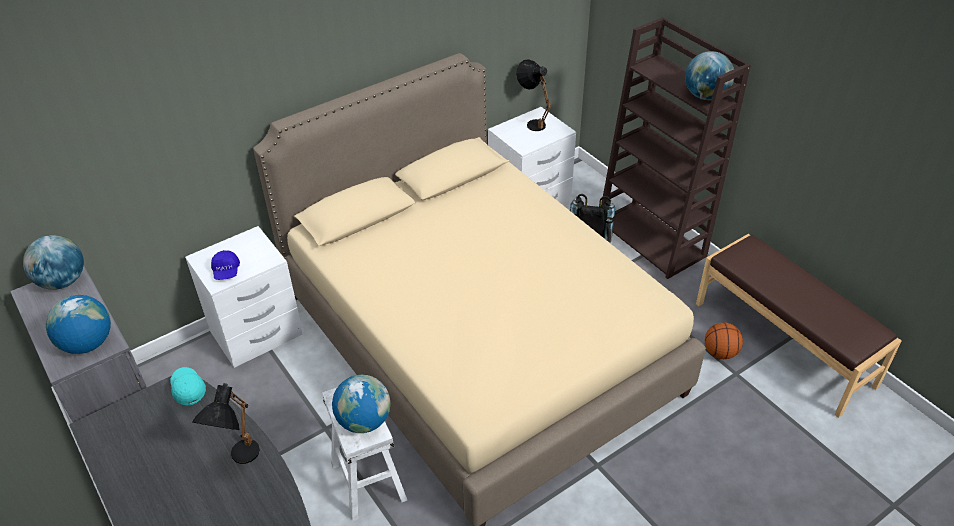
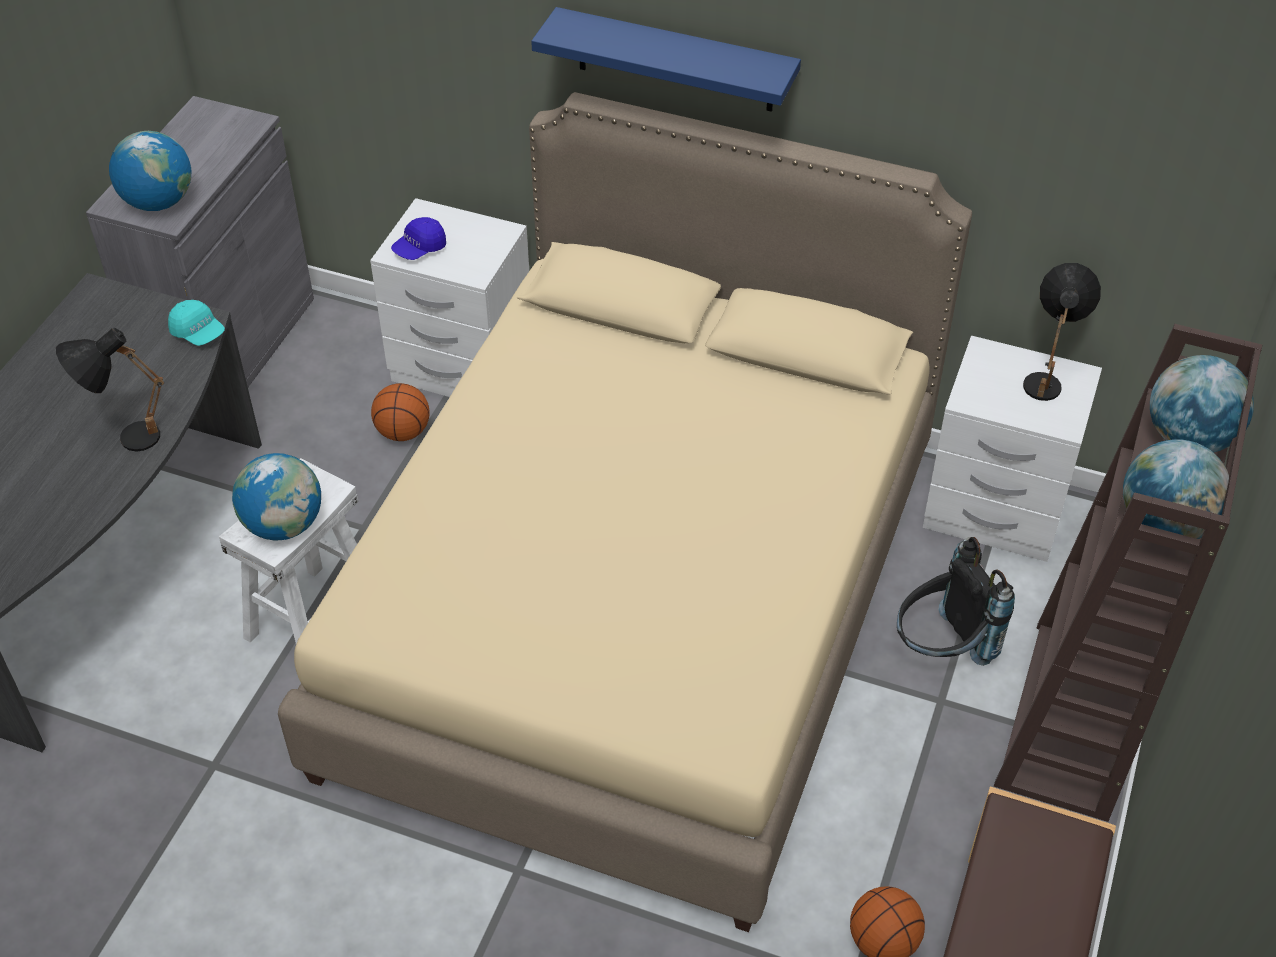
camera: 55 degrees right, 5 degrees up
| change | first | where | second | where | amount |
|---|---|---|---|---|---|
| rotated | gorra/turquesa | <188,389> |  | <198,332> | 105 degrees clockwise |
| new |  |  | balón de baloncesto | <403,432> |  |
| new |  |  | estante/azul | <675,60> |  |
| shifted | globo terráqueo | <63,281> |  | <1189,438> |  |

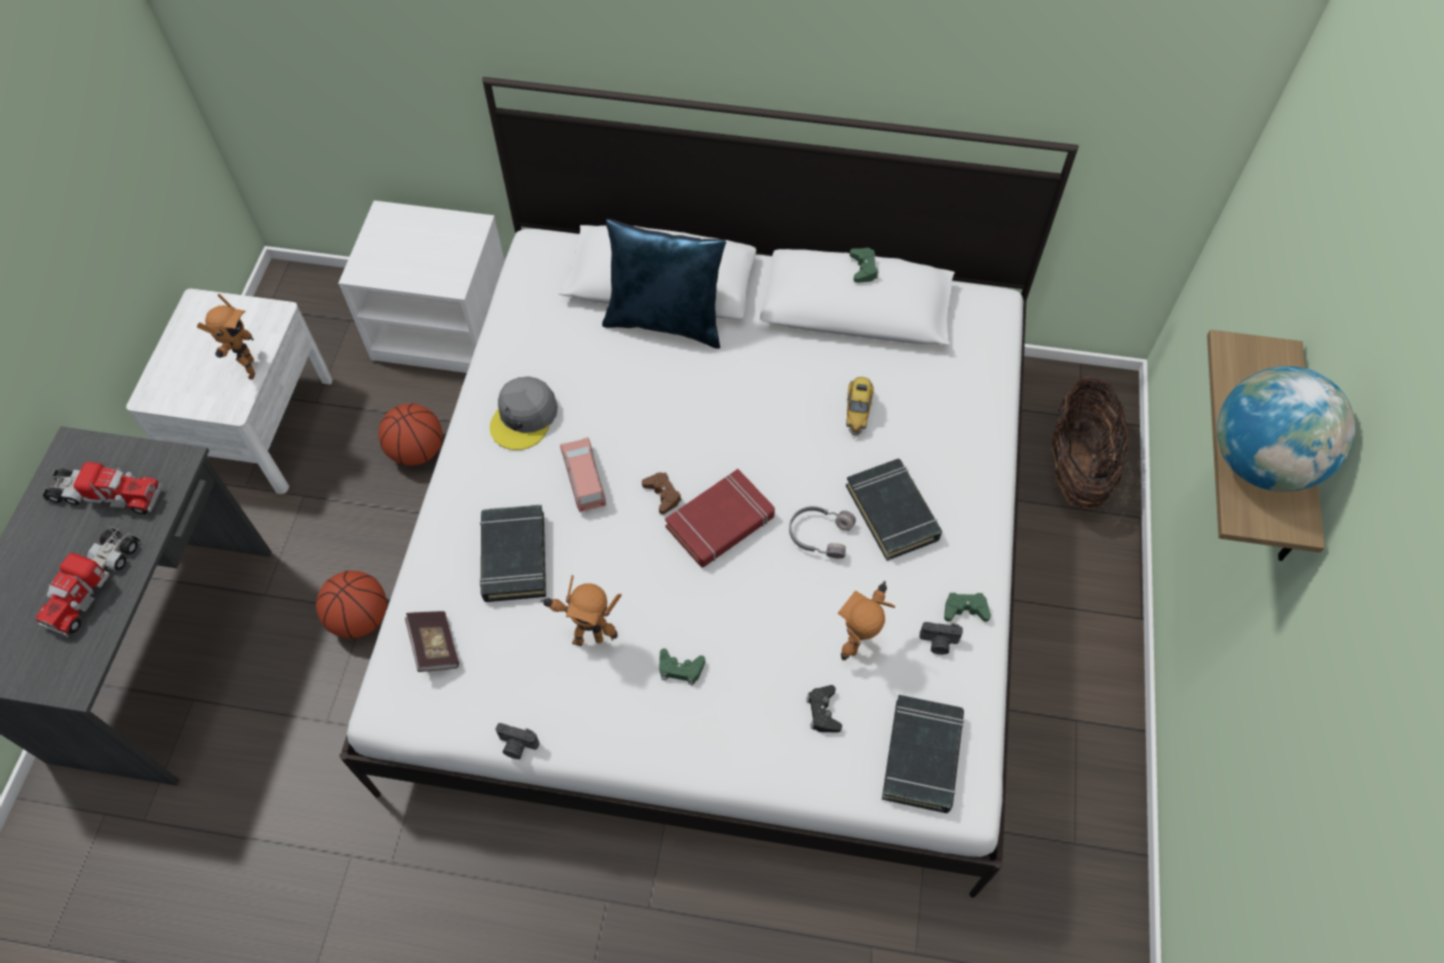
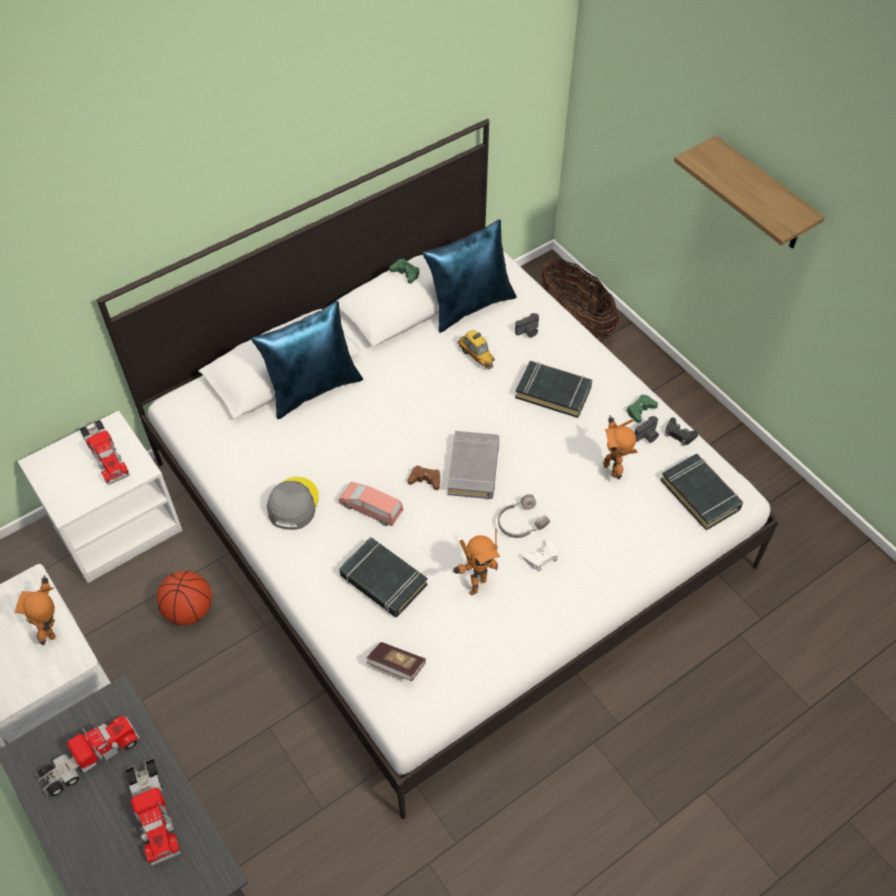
camera: 45 degrees left, 5 degrees down
| change | first | where | second | where | amount |
|---|---|---|---|---|---|
| rotated | robot de juguete | <247,369> |  | <56,629> | 135 degrees counterclockwise |
| new |  |  | camión de juguete | <105,455> |  |
| rotated | gorra/gris | <524,417> |  | <293,504> | 150 degrees counterclockwise |
| new |  |  | cojín/azul | <470,305> |  |
| repainted | libro/rojo | <720,522> | libro/gris | <474,468> |  |
| shifted | auriculares/gris | <819,534> |  | <520,522> |  |
| shifted | cámara | <517,746> |  | <528,332> |  |
| repainted | mando de consola/verde | <680,669> | mando de consola/blanco | <541,557> |  |
| shifted | mando de consola/negro | <823,712> |  | <679,434> |  |
| gone | balón de baloncesto | <360,619> |  |  |  |
| gone | globo terráqueo | <1260,462> |  |  |  |

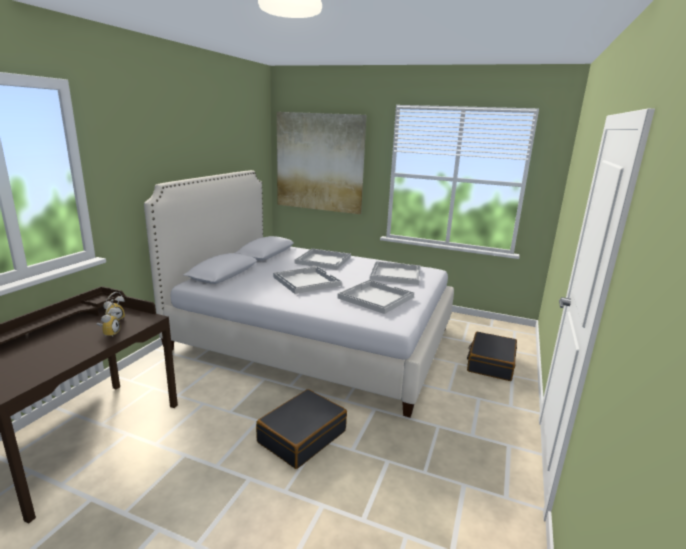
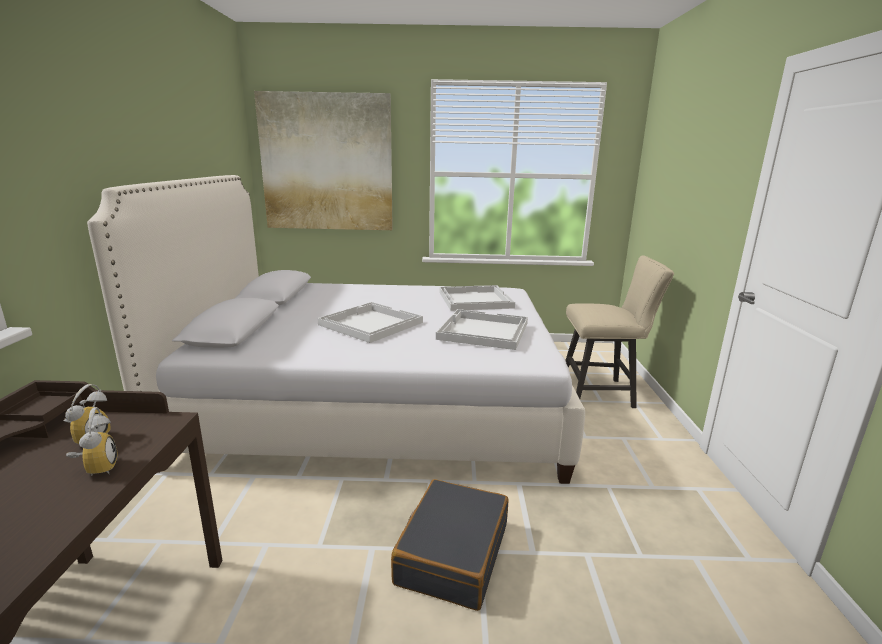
camera: 20 degrees left, 0 degrees up
| change | first | where | second | where | amount |
|---|---|---|---|---|---|
| swapped | maleta/negro | <490,363> | silla/beis | <602,393> |  |
| gone | bandeja/blanco | <324,260> |  |  |  |

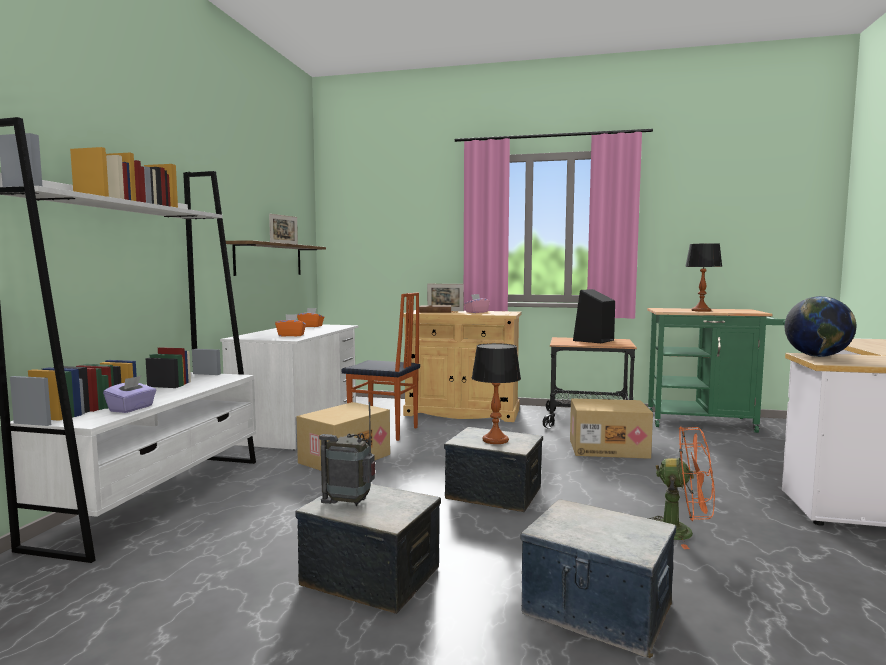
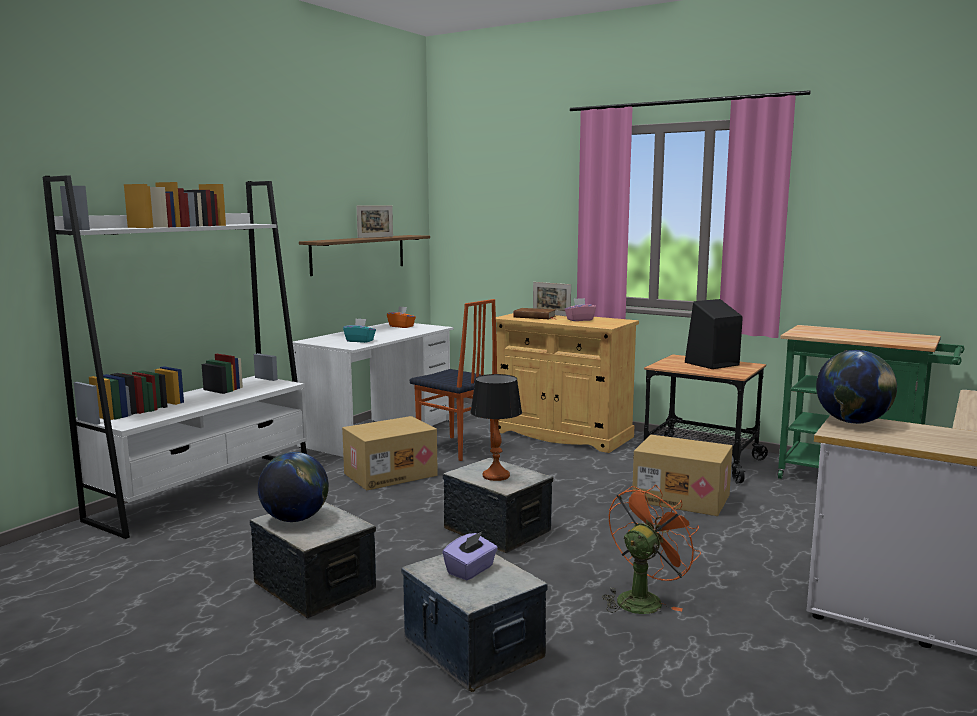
camera: 20 degrees right, 5 degrees up
| change | first | where | second | where | amount |
|---|---|---|---|---|---|
| swapped | radio | <349,503> | globo terráqueo | <295,519> |  |
| repainted | caja de pañuelos/naranja | <291,335> | caja de pañuelos/turquesa | <360,341> |  |
| shifted | caja de pañuelos/morado | <132,408> |  | <471,570> |  |
| rotated | ventilador/naranja | <681,532> |  | <643,599> | 90 degrees counterclockwise |
| gone | lámpara de mesa | <701,310> |  |  |  |

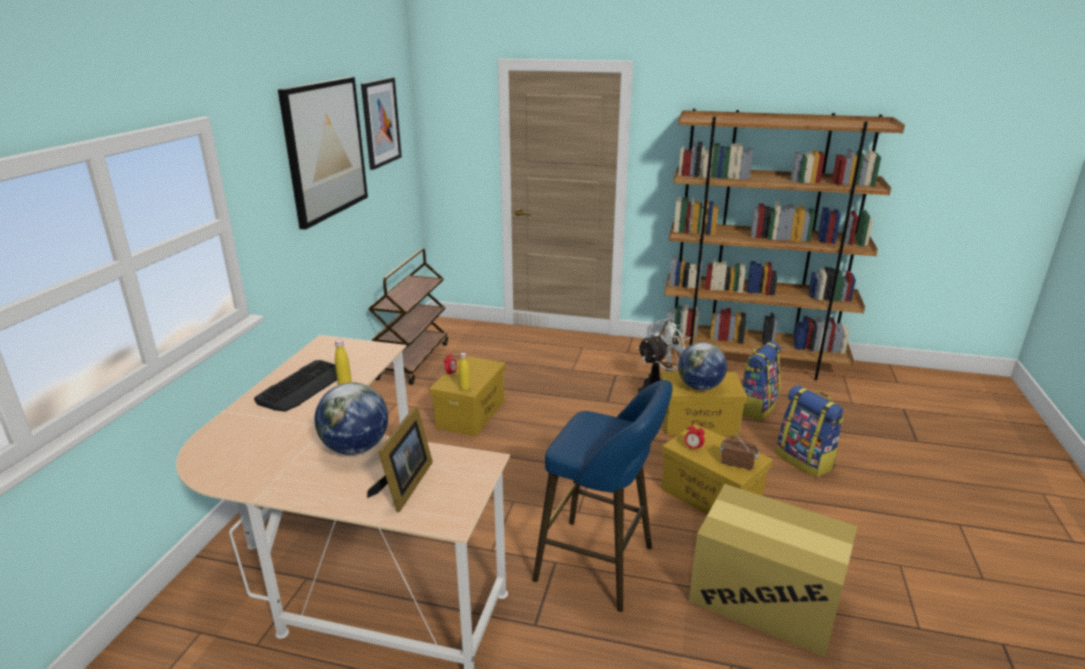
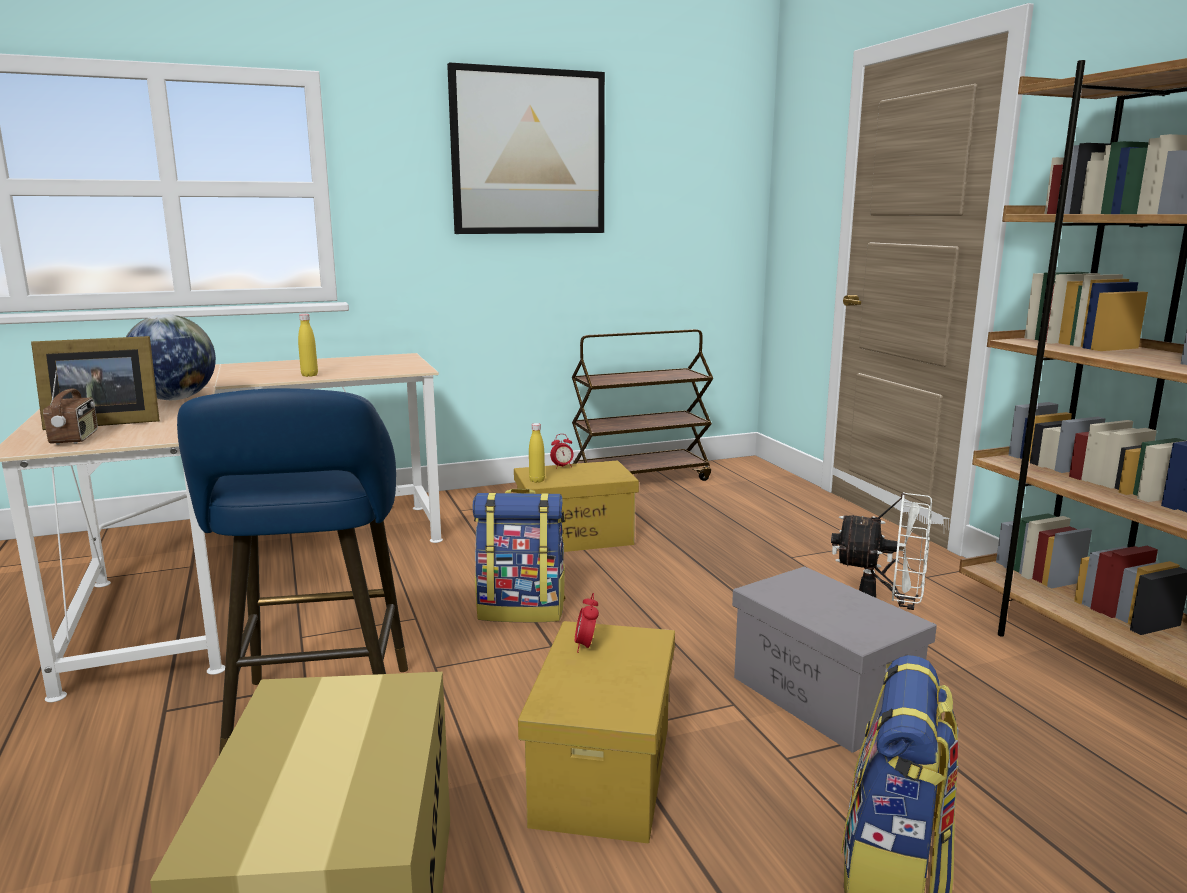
camera: 55 degrees right, 10 degrees down
| change | first | where | second | where | amount |
|---|---|---|---|---|---|
| shifted | radio | <737,463> |  | <75,438> |  |
| shifted | mochila | <755,407> |  | <522,610> |  |
| repainted | caja de almacenaje/amarillo | <699,423> | caja de almacenaje/gris | <824,697> |  |
| gone | teclado | <303,386> |  |  |  |
| gone | cuadro | <380,122> |  |  |  |
| gone | globo terráqueo | <699,387> |  |  |  |

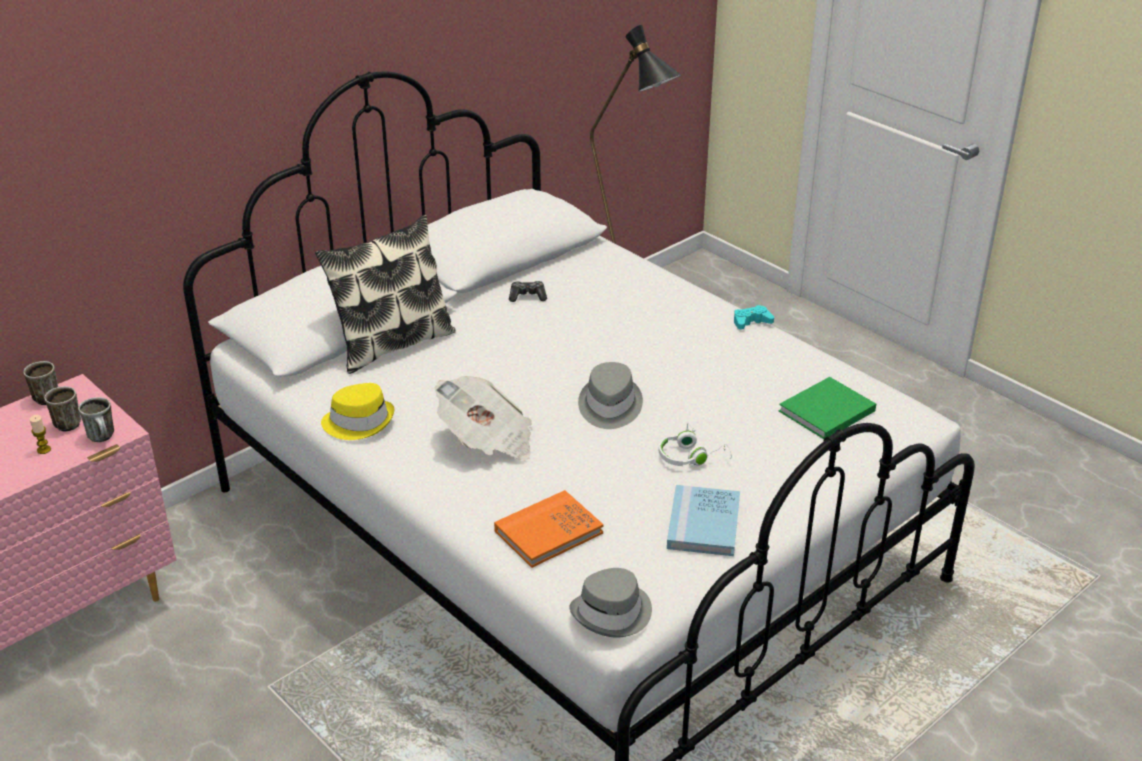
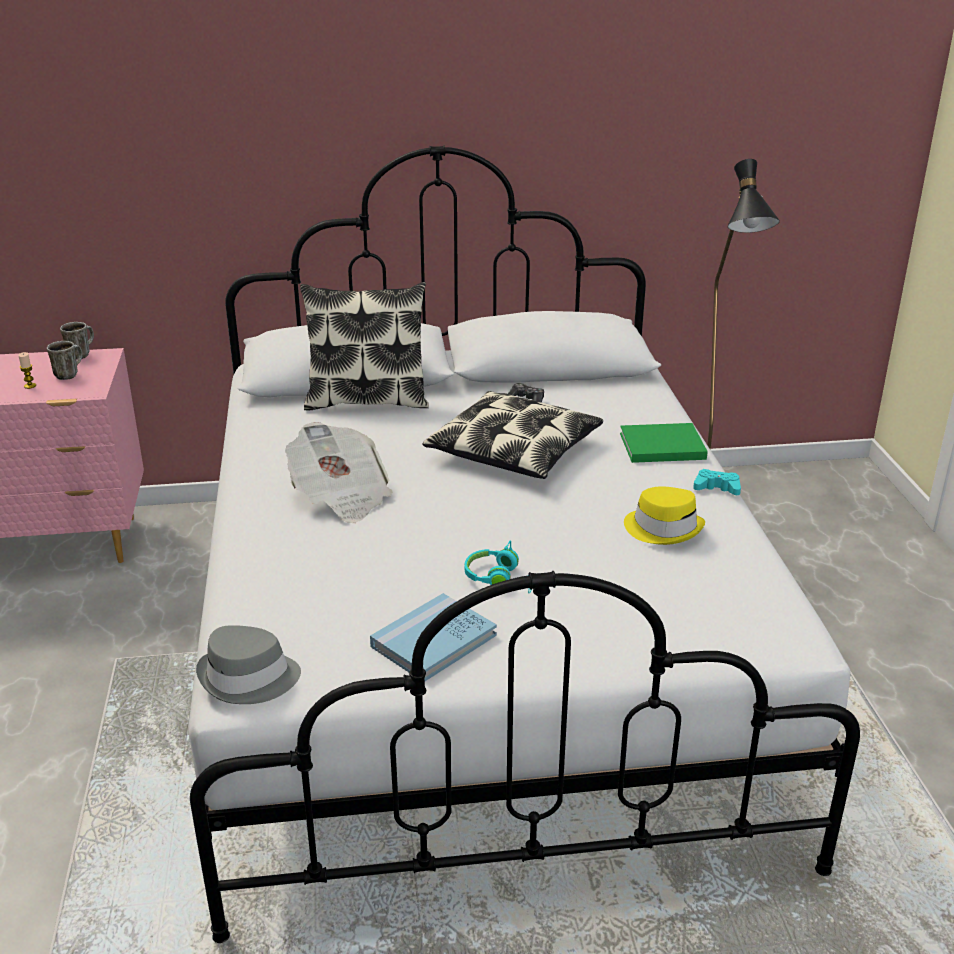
camera: 35 degrees right, 5 degrees down
| change | first | where | second | where | amount |
|---|---|---|---|---|---|
| new |  |  | cojín | <514,451> |  |
| repainted | auriculares/blanco | <691,457> | auriculares/turquesa | <500,579> |  |
| shifted | libro/verde | <825,412> |  | <659,446> |  |
| shifted | sombrero/amarillo | <359,422> |  | <663,528> |  |
| gone | taza grande | <104,438> |  |  |  |
| gone | libro/naranja | <548,532> |  |  |  |
| gone | sombrero/gris | <609,406> |  |  |  |

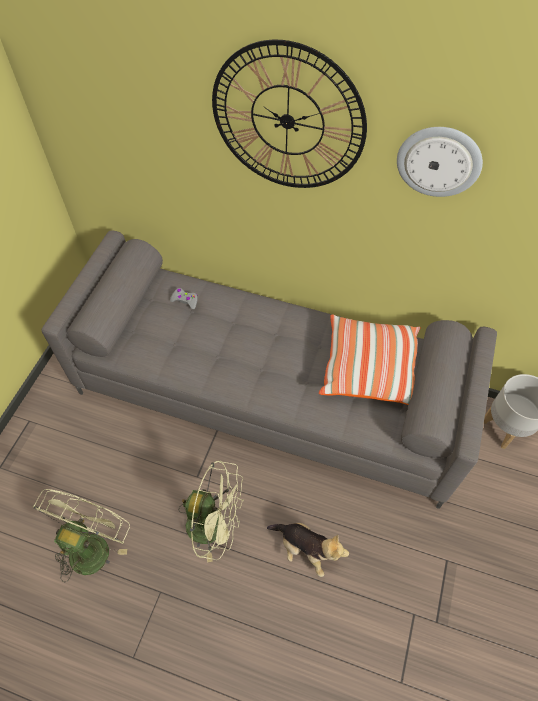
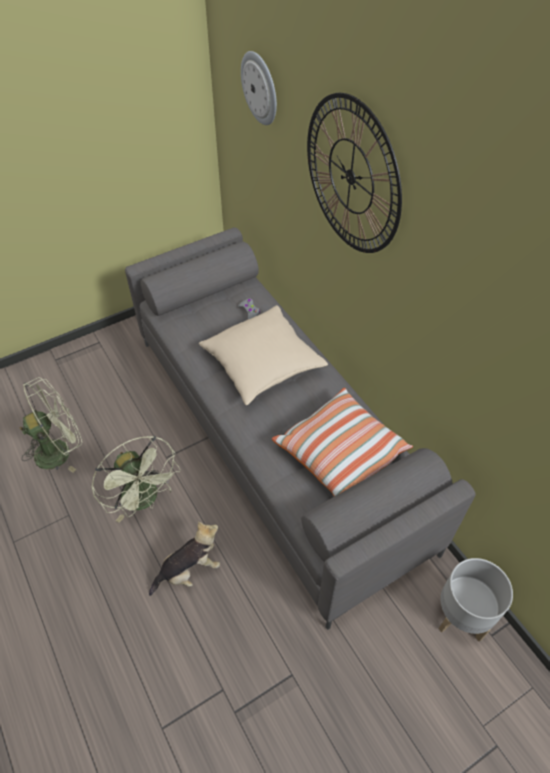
camera: 40 degrees right, 5 degrees down
| change | first | where | second | where | amount |
|---|---|---|---|---|---|
| rotated | peluche | <305,550> |  | <189,570> | 105 degrees counterclockwise |
| new |  |  | cojín/beis | <262,364> |  |
| shifted | reloj de pared | <439,161> |  | <260,88> |  |

